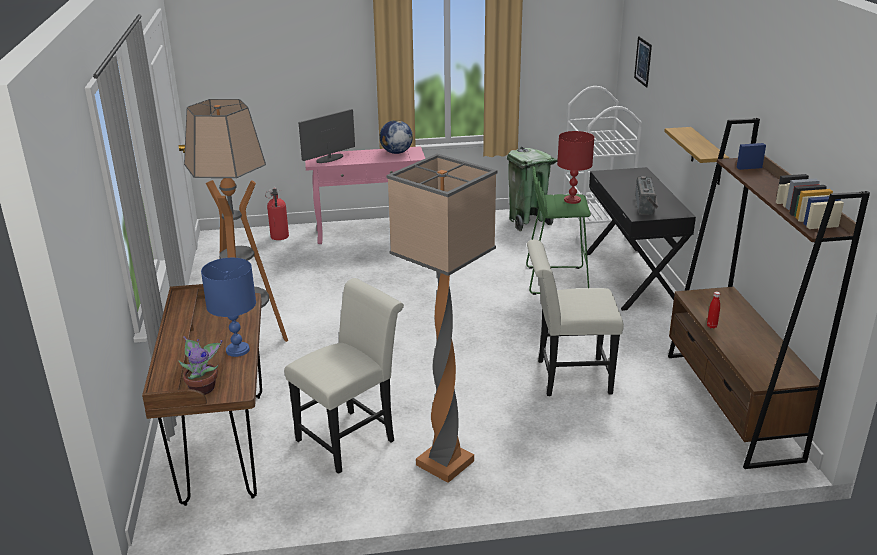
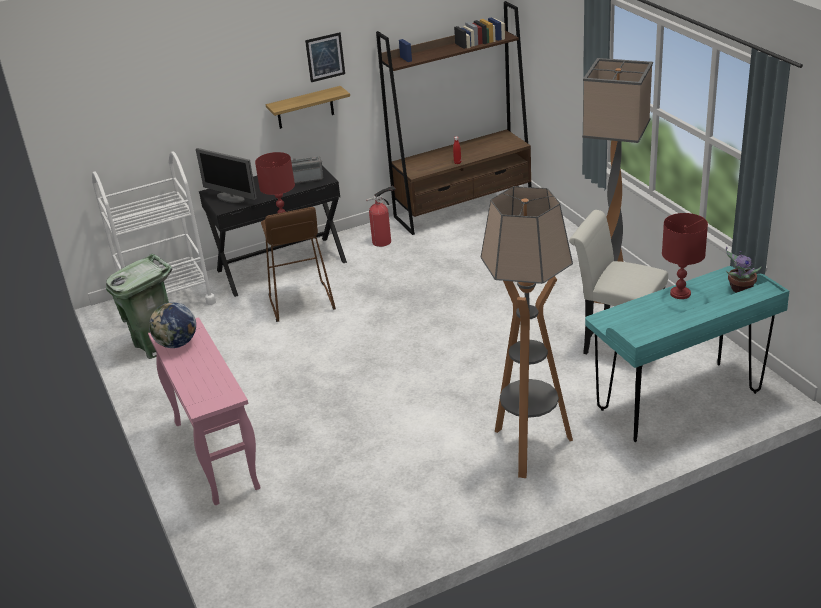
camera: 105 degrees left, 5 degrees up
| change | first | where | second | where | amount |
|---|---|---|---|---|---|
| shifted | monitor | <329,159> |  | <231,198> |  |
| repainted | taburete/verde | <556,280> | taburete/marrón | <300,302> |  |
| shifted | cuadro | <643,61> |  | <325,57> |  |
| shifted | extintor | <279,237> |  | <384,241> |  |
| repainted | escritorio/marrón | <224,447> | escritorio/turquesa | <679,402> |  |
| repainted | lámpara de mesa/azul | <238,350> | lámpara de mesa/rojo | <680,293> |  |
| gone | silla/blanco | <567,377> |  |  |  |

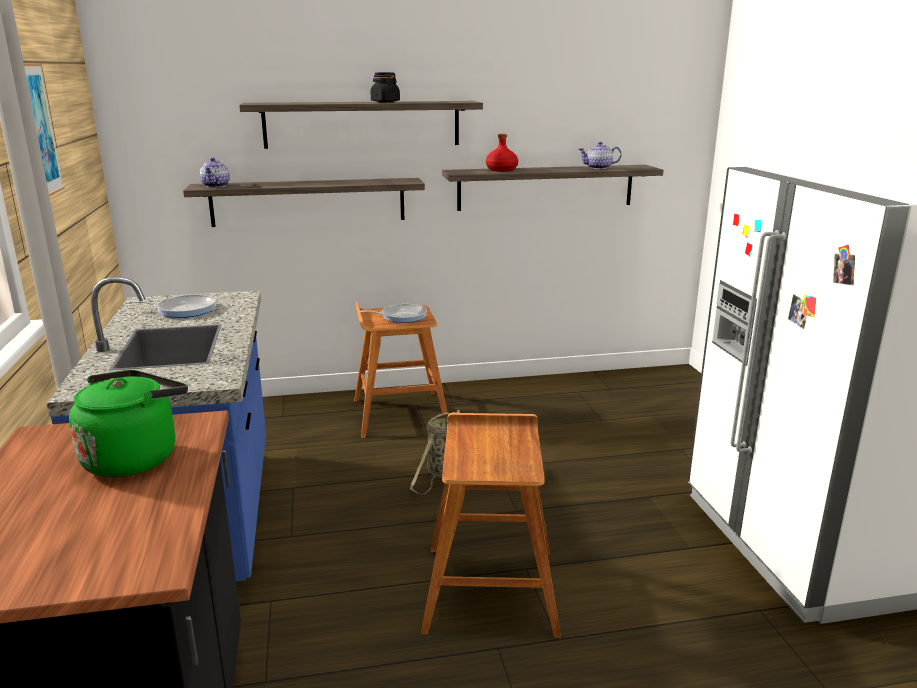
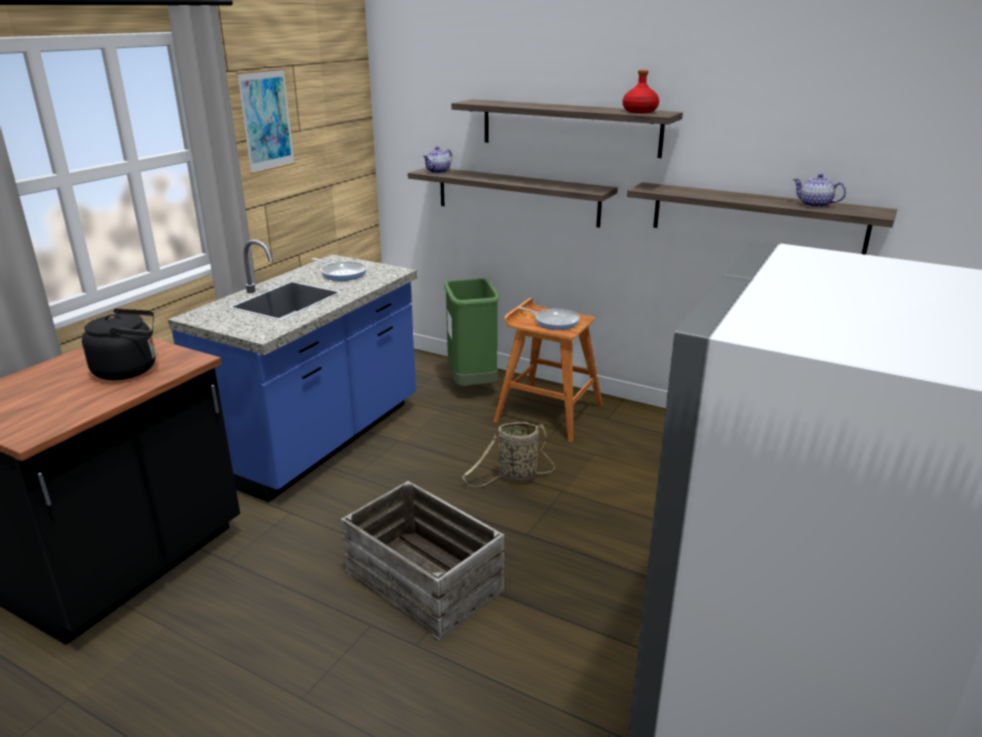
camera: 40 degrees right, 5 degrees up
| change | first | where | second | where | amount |
|---|---|---|---|---|---|
| repainted | hervidor/verde | <134,457> | hervidor/negro | <130,369> |  |
| swapped | taburete/marrón | <490,588> | caja de embalaje | <425,581> |  |
| new |  |  | papelera/verde | <472,385> |  |
| shifted | botella/rojo | <502,170> |  | <640,111> |  |
| gone | tarro/negro | <385,102> |  |  |  |

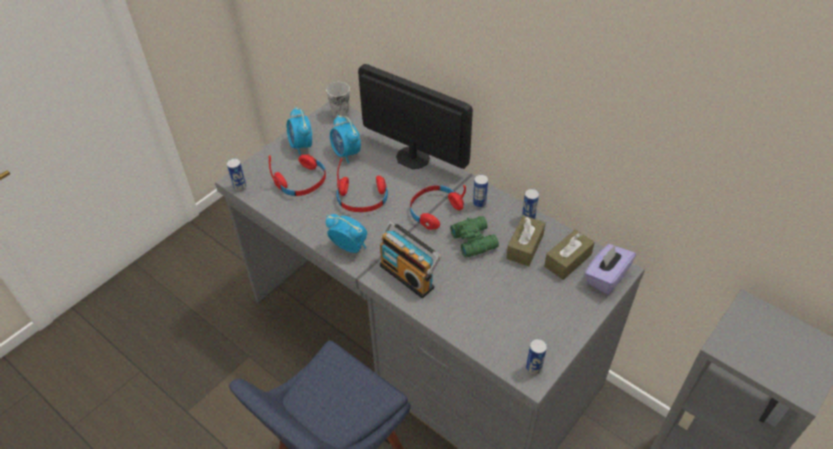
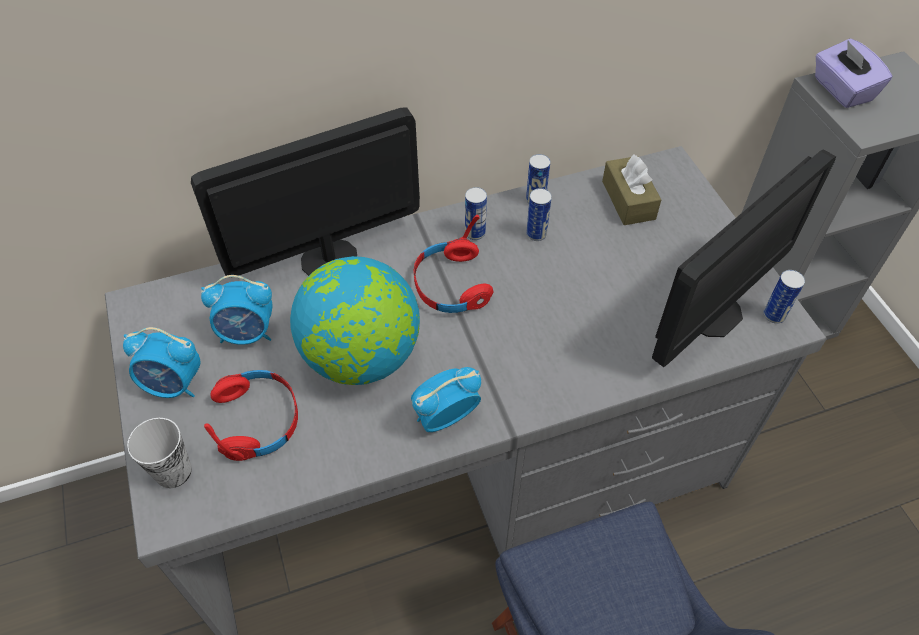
camera: 60 degrees left, 5 degrees up
| change | first | where | second | where | amount |
|---|---|---|---|---|---|
| shifted | taza | <340,113> |  | <173,471> |  |
| swapped | auriculares/rojo | <362,199> | globo terráqueo | <361,357> |  |
| shifted | lata | <240,187> |  | <536,234> |  |
| new |  |  | monitor | <712,313> |  |
| shifted | caja de pañuelos/morado | <606,277> |  | <841,90> |  |
| gone | radio | <409,275> |  |  |  |
| gone | prismáticos/verde | <474,240> |  |  |  |
| gone | caja de pañuelos/marrón | <525,246> |  |  |  |

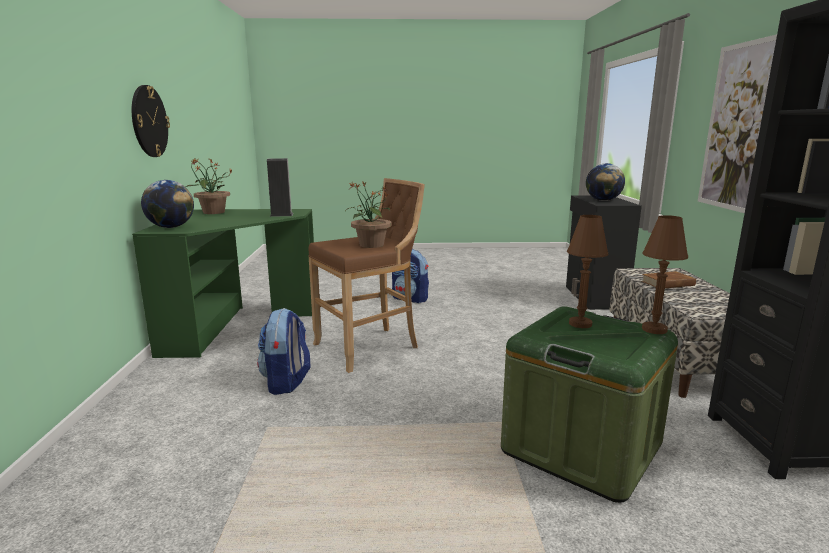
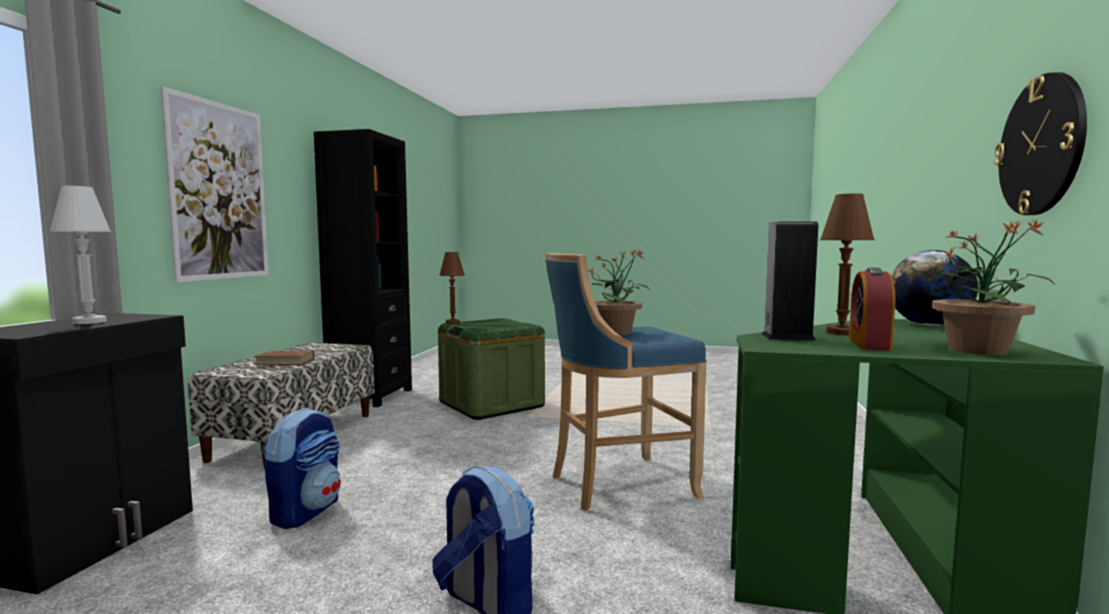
camera: 165 degrees left, 10 degrees down
| change | first | where | second | where | amount |
|---|---|---|---|---|---|
| swapped | globo terráqueo | <603,200> | lámpara de mesa/blanco | <89,322> |  |
| shifted | mochila | <286,382> |  | <305,511> |  |
| repainted | taburete/marrón | <370,347> | taburete/azul | <617,485> |  |
| shifted | lámpara de mesa/marrón | <580,324> |  | <841,332> |  |
| new |  |  | despertador | <869,344> |  |

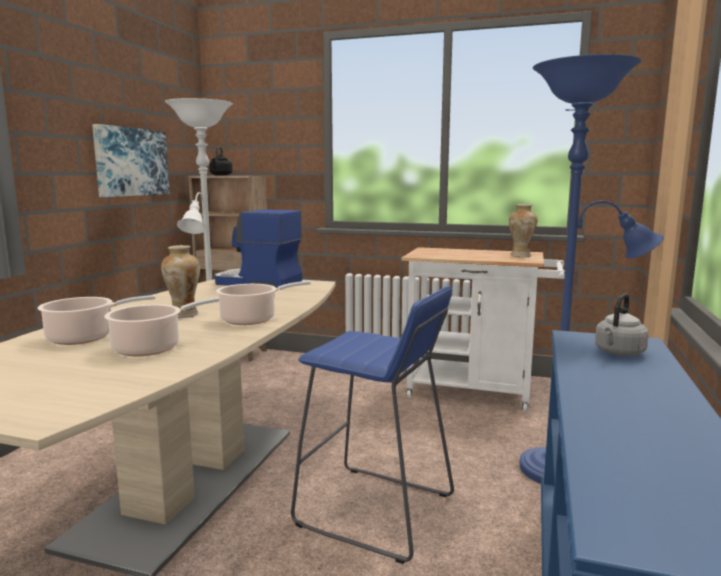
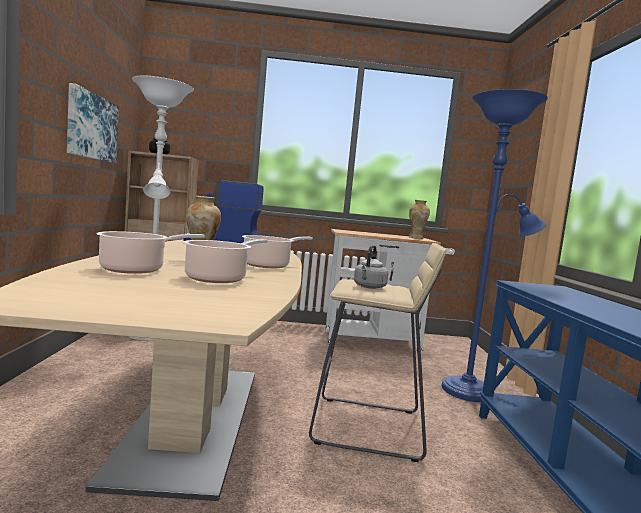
camera: 20 degrees left, 5 degrees down
| change | first | where | second | where | amount |
|---|---|---|---|---|---|
| repainted | taburete/azul | <375,511> | taburete/beis | <368,427> |  |
| shifted | hervidor/gris | <618,353> |  | <369,287> |  |

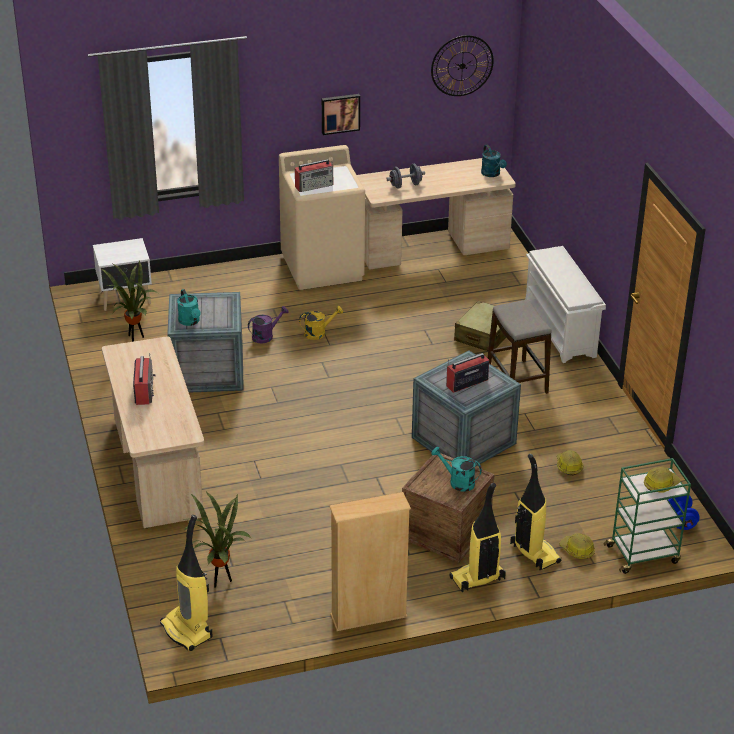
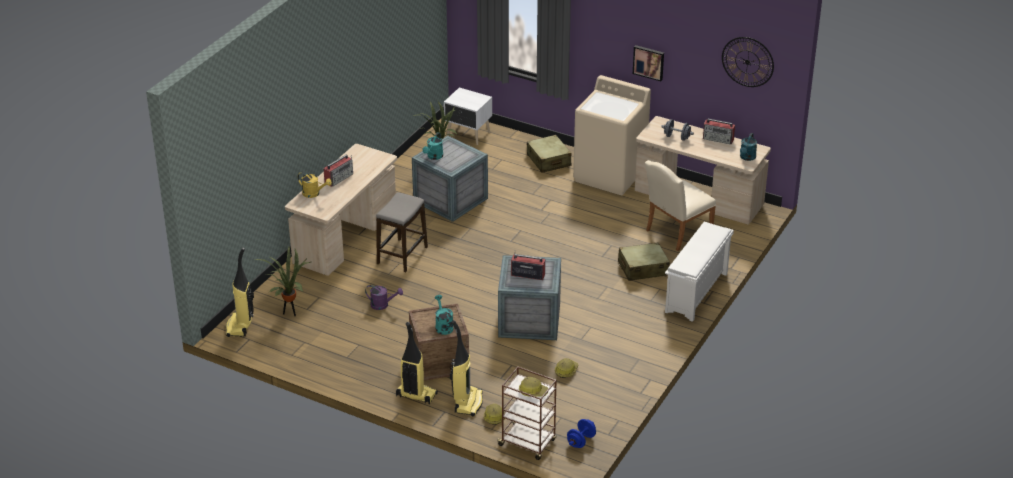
camera: 45 degrees right, 0 degrees up
| change | first | where | second | where | amount |
|---|---|---|---|---|---|
| shifted | regadera/amarillo | <318,333> |  | <314,194> |  |
| shifted | regadera/morado | <266,336> |  | <383,305> |  |
| shifted | taburete | <517,380> |  | <402,255> |  |
| repainted | carrito/verde | <643,554> | carrito/marrón | <528,443> |  |
| new |  |  | maleta/beis | <548,160> |  |
| new |  |  | silla/beis | <675,233> |  |
| shifted | radio | <314,186> |  | <718,139> |  |
| gone | estantería/beis | <368,616> |  |  |  |

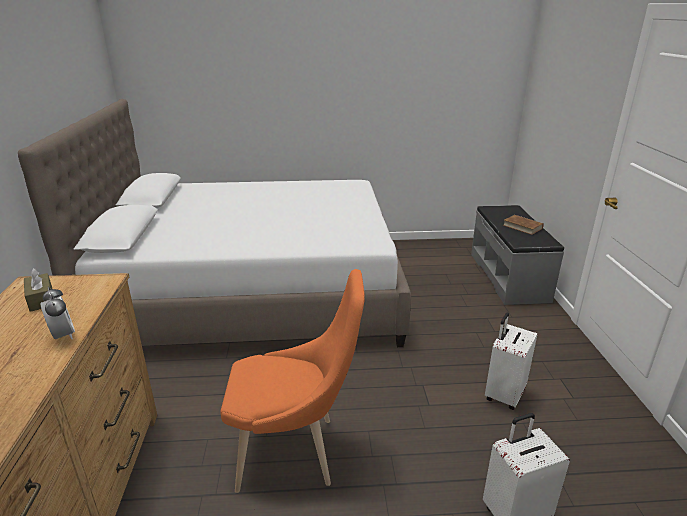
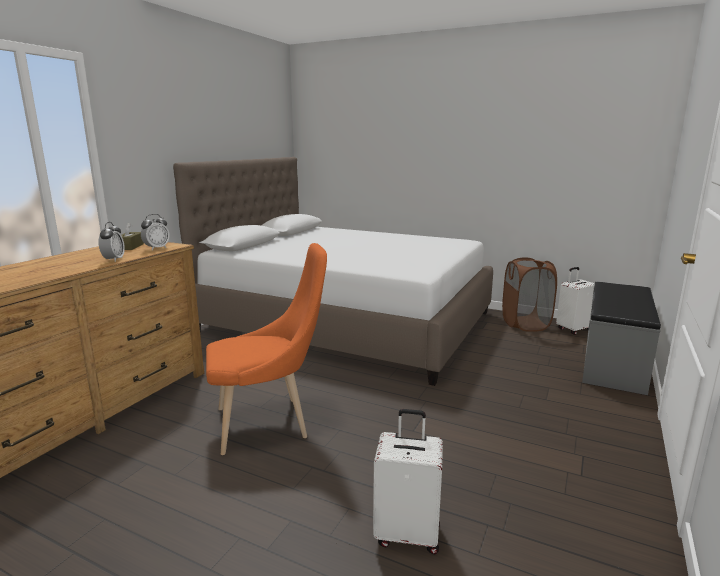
camera: 30 degrees right, 10 degrees down
| change | first | where | second | where | amount |
|---|---|---|---|---|---|
| new |  |  | despertador | <156,248> |  |
| rotated | silla/naranja | <295,452> |  | <269,423> | 45 degrees counterclockwise |
| new |  |  | cesto de la ropa/marrón | <525,324> |  |
| shifted | maleta/blanco | <503,394> |  | <573,329> |  |
| gone | libro/marrón | <522,227> |  |  |  |

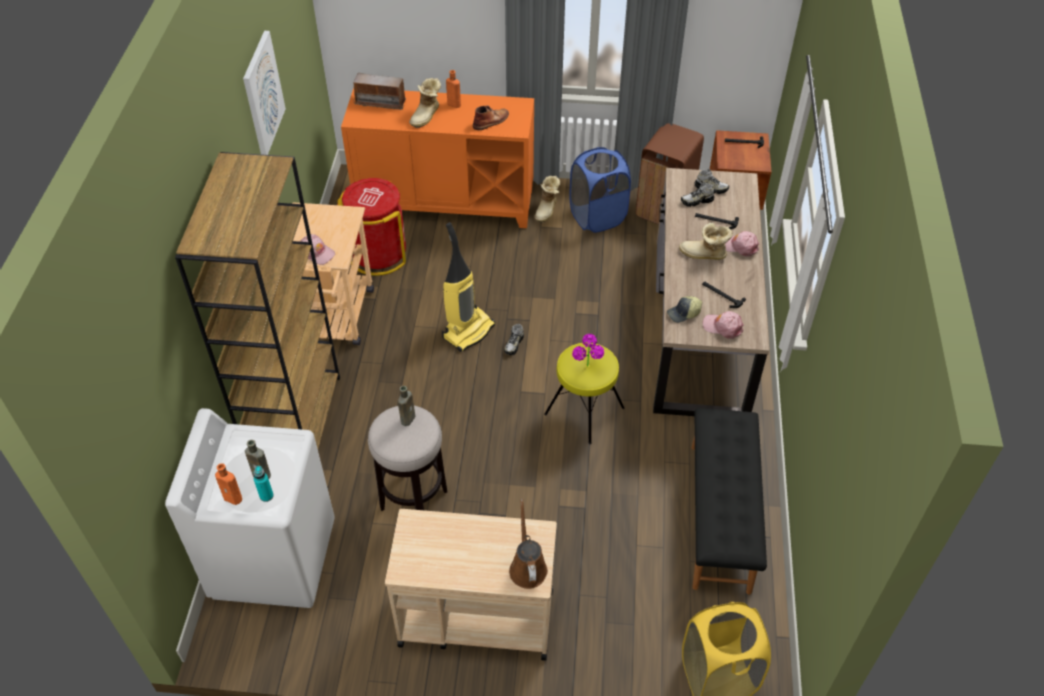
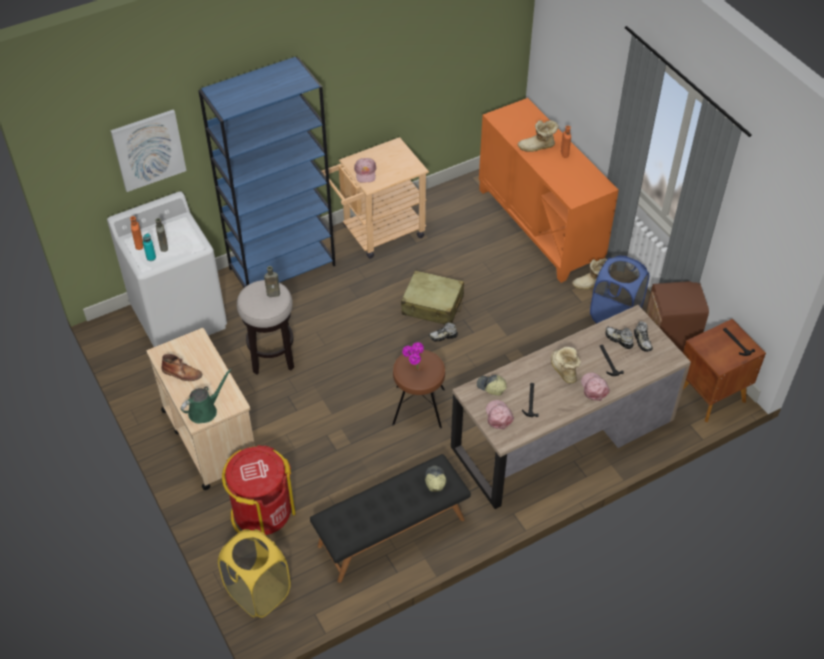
camera: 55 degrees right, 0 degrees up
| change | first | where | second | where | amount |
|---|---|---|---|---|---|
| shifted | cuadro | <262,94> |  | <148,150> |  |
| shifted | bota/marrón | <491,121> |  | <182,373> |  |
| repainted | regadera/marrón | <527,567> | regadera/verde | <205,410> |  |
| repainted | estantería/marrón | <296,422> | estantería/azul | <282,266> |  |
| shifted | papelera/rojo | <377,254> |  | <262,513> |  |
| repainted | taburete/amarillo | <584,411> | taburete/marrón | <418,407> |  |
| swapped | aspiradora | <468,331> | maleta/beis | <432,305> |  |
| new |  |  | gorra | <435,480> |  |
| gone | radio | <381,102> |  |  |  |

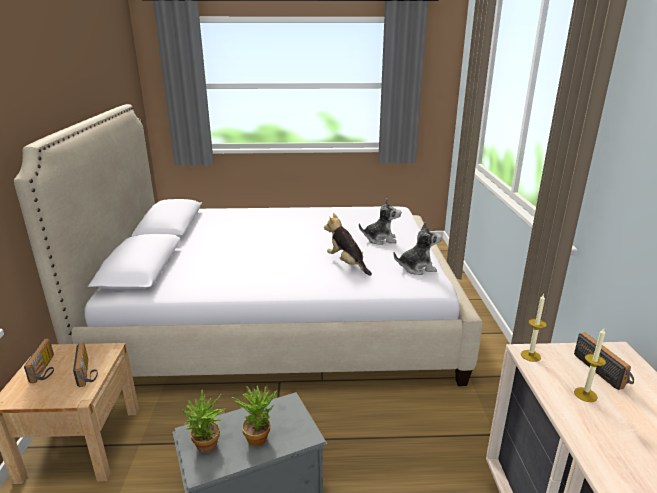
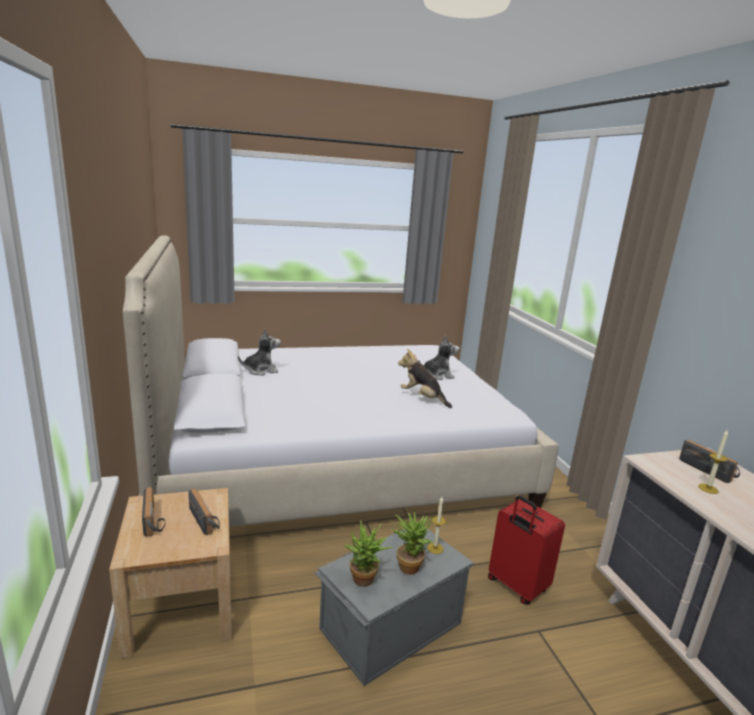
camera: 15 degrees left, 5 degrees down
| change | first | where | second | where | amount |
|---|---|---|---|---|---|
| shifted | peluche | <417,268> |  | <261,370> |  |
| shifted | vela | <530,355> |  | <435,548> |  |
| new |  |  | maleta/rojo | <516,586> |  |

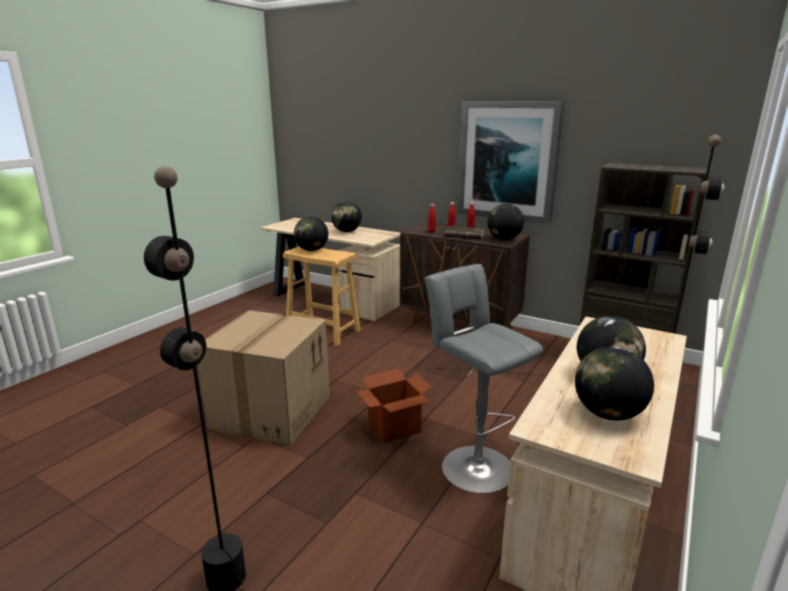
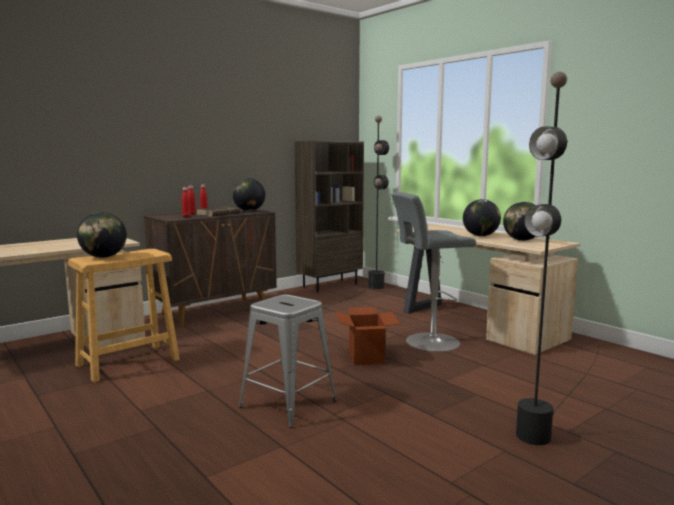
camera: 70 degrees left, 10 degrees down
| change | first | where | second | where | amount |
|---|---|---|---|---|---|
| swapped | caja de cartón | <271,410> | taburete/gris | <288,404> |  |
| gone | globo terráqueo | <346,231> |  |  |  |
| gone | cuadro | <508,161> |  |  |  |

